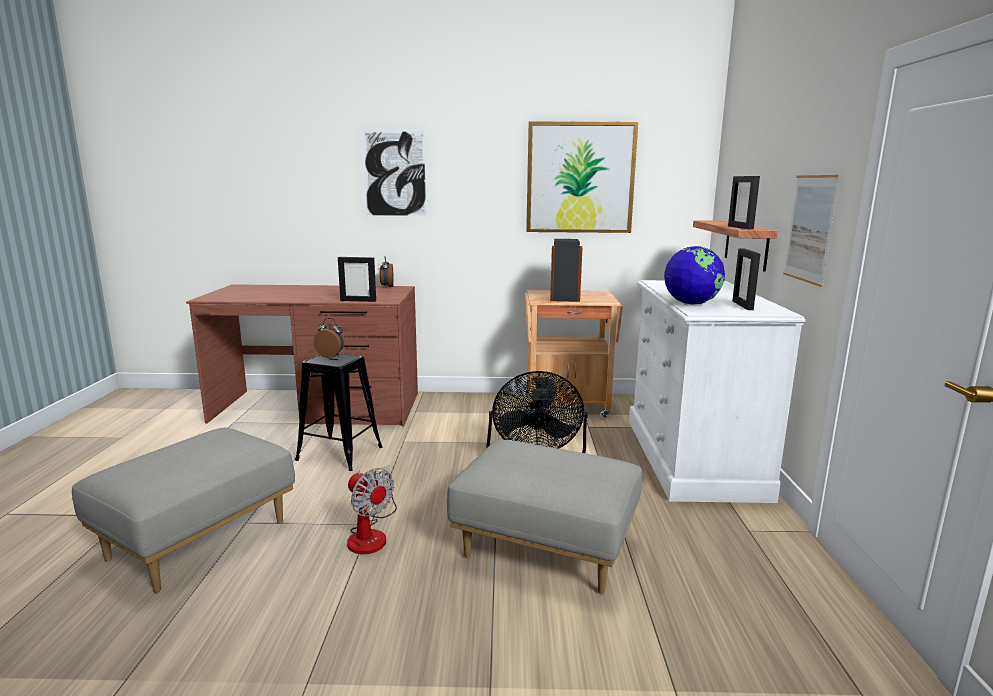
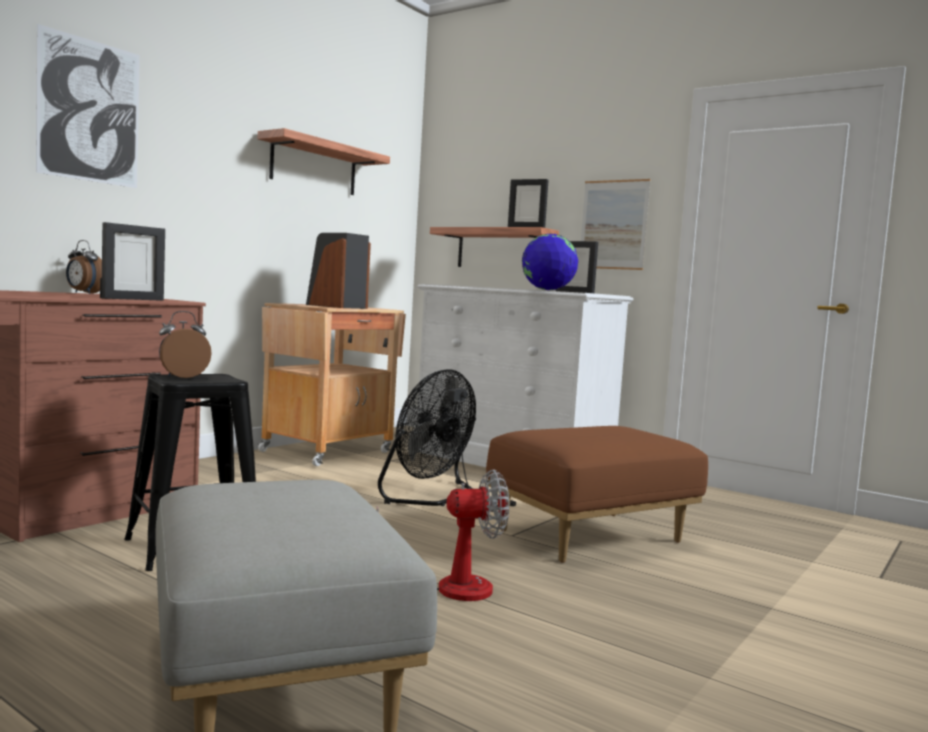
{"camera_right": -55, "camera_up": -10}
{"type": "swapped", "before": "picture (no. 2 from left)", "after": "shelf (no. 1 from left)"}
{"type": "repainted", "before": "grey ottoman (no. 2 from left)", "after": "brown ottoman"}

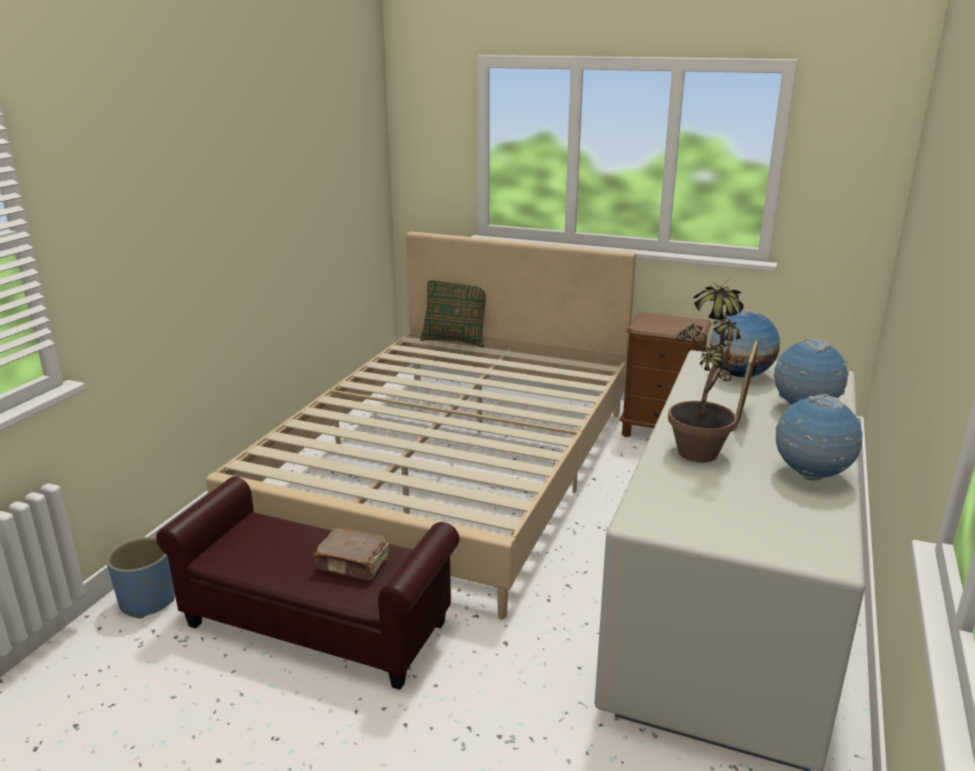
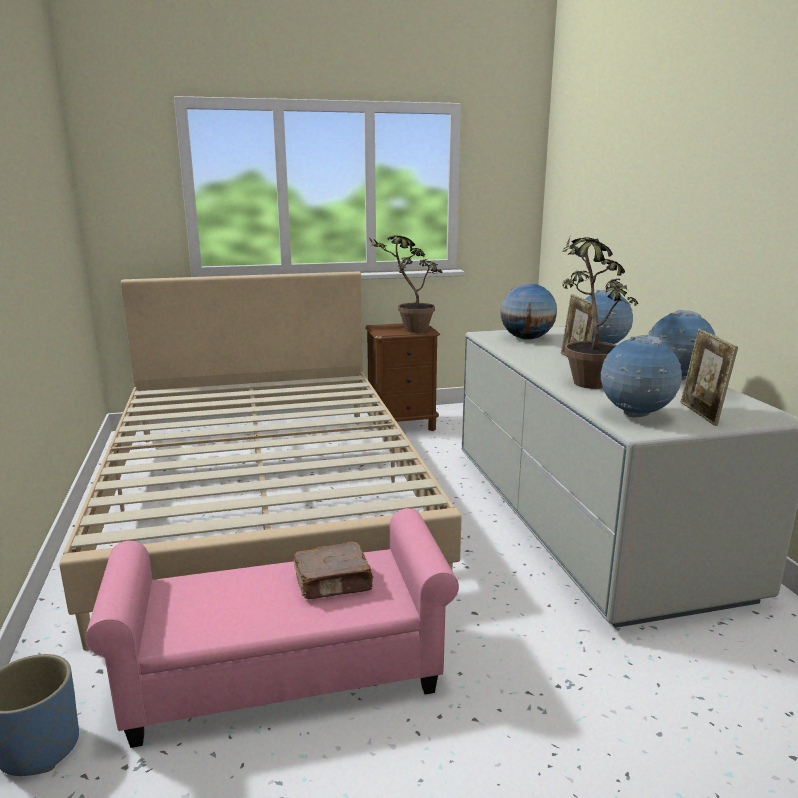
{"camera_right": -35, "camera_up": -5}
{"type": "gone", "before": "green pillow"}
{"type": "new", "after": "potted plant (no. 1 from left)"}
{"type": "new", "after": "globe (no. 3 from left)"}
{"type": "new", "after": "picture frame (no. 2 from left)"}
{"type": "repainted", "before": "brown ottoman", "after": "pink ottoman"}

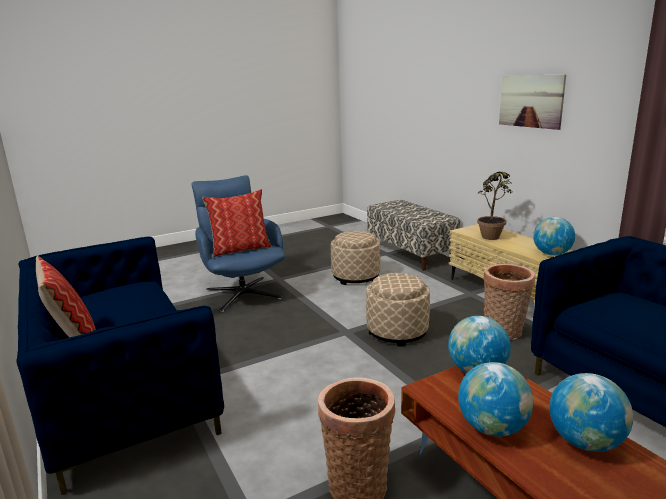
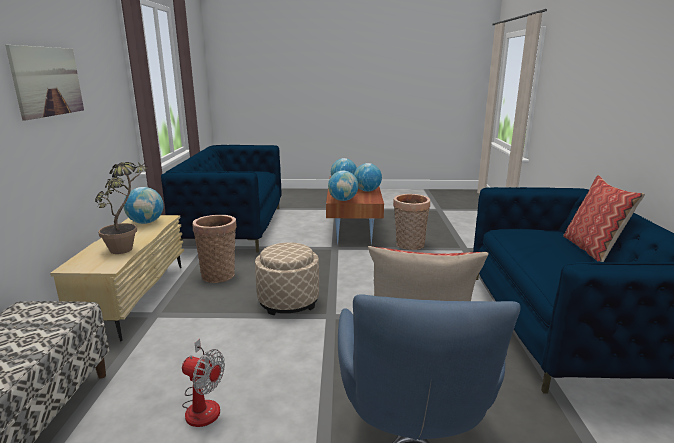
{"camera_right": -150, "camera_up": 0}
{"type": "swapped", "before": "beige ottoman (no. 1 from left)", "after": "fan"}

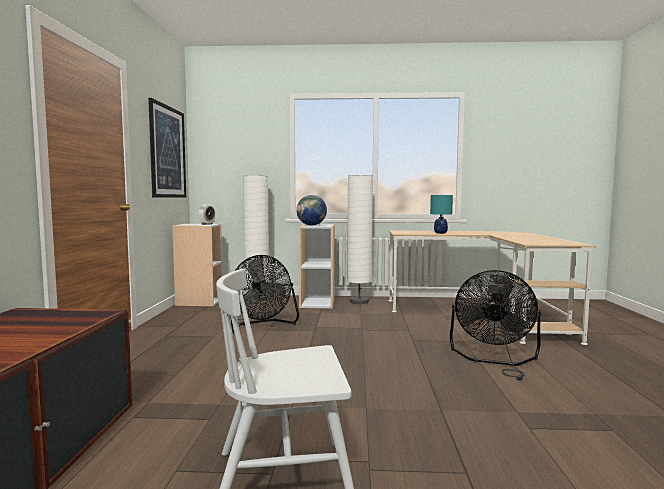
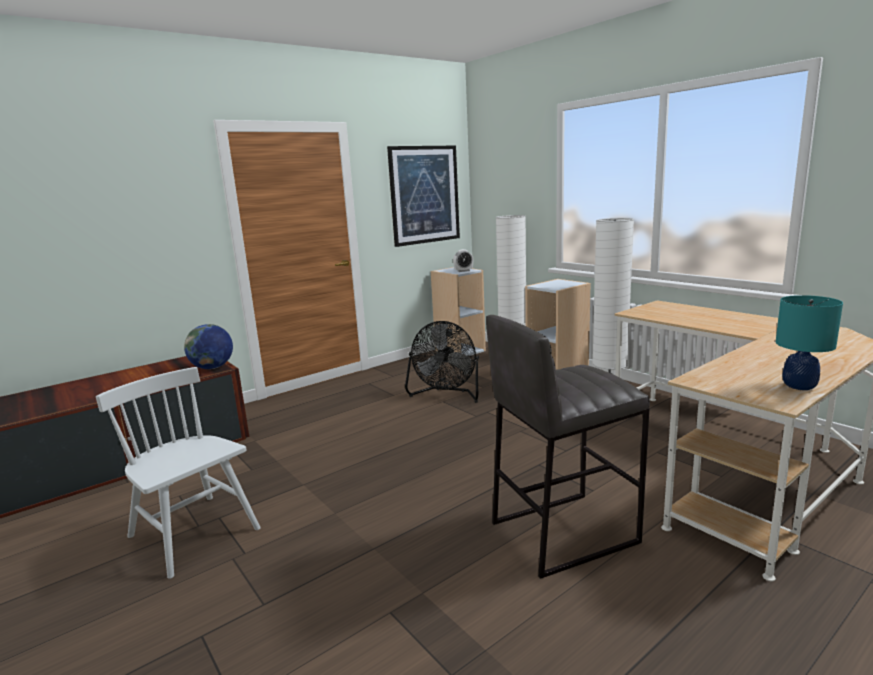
{"camera_right": 50, "camera_up": 10}
{"type": "shifted", "before": "globe"}
{"type": "shifted", "before": "turquoise table lamp"}
{"type": "swapped", "before": "black fan (no. 2 from left)", "after": "grey stool"}

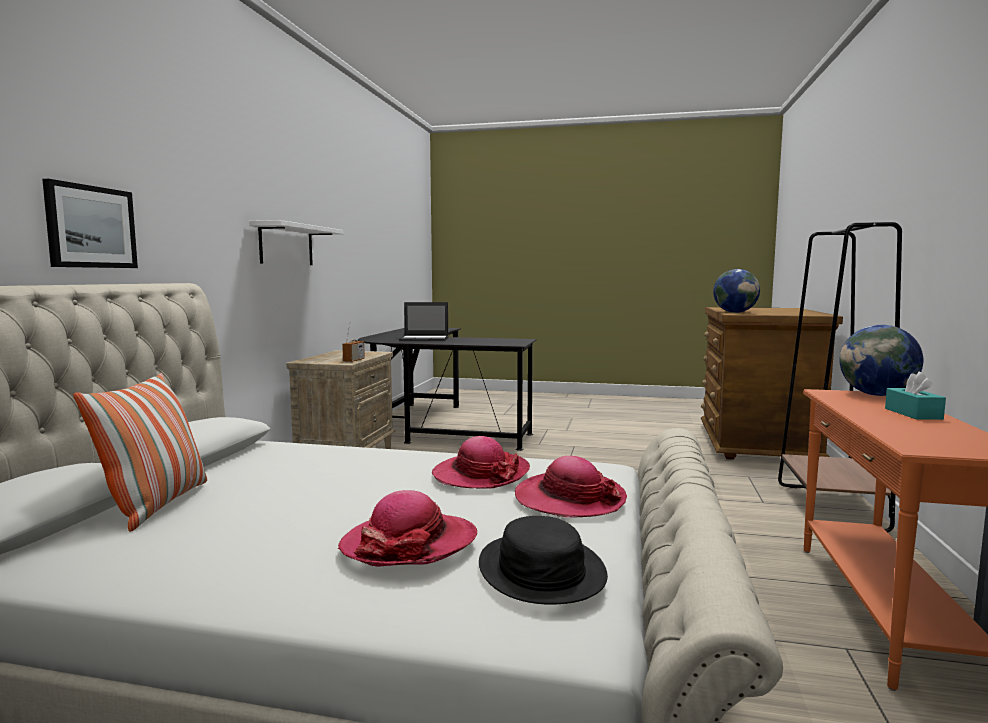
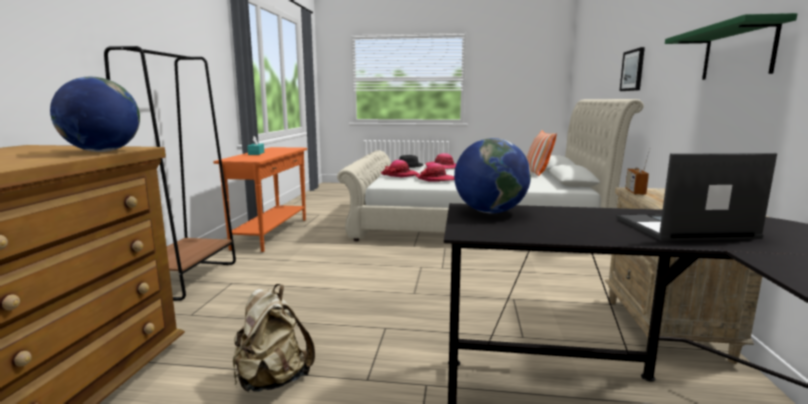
{"camera_right": 175, "camera_up": 5}
{"type": "new", "after": "beige backpack"}
{"type": "shifted", "before": "globe (no. 2 from left)"}
{"type": "repainted", "before": "white shelf", "after": "green shelf"}

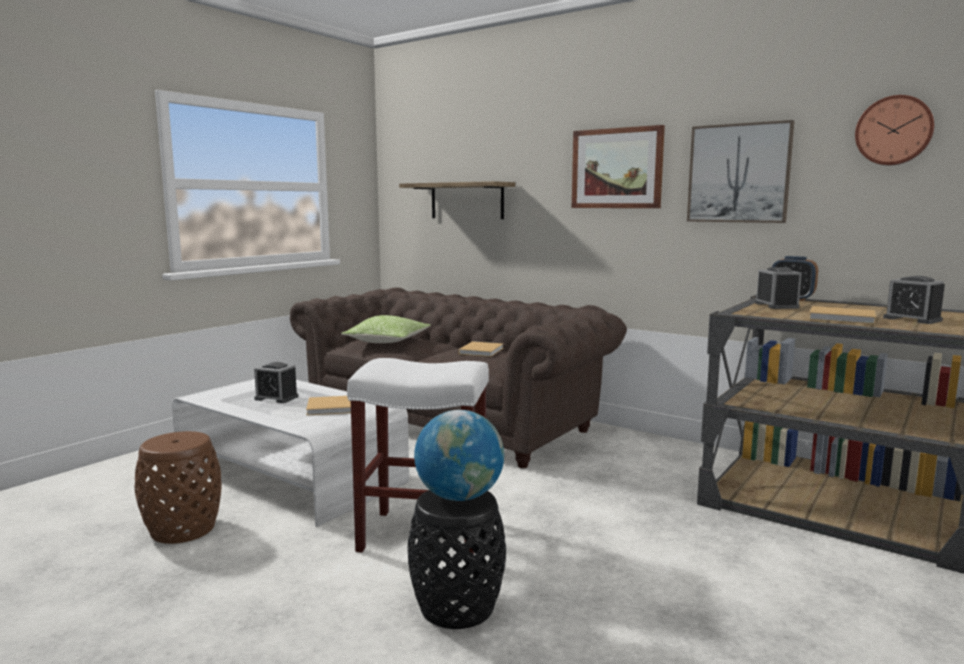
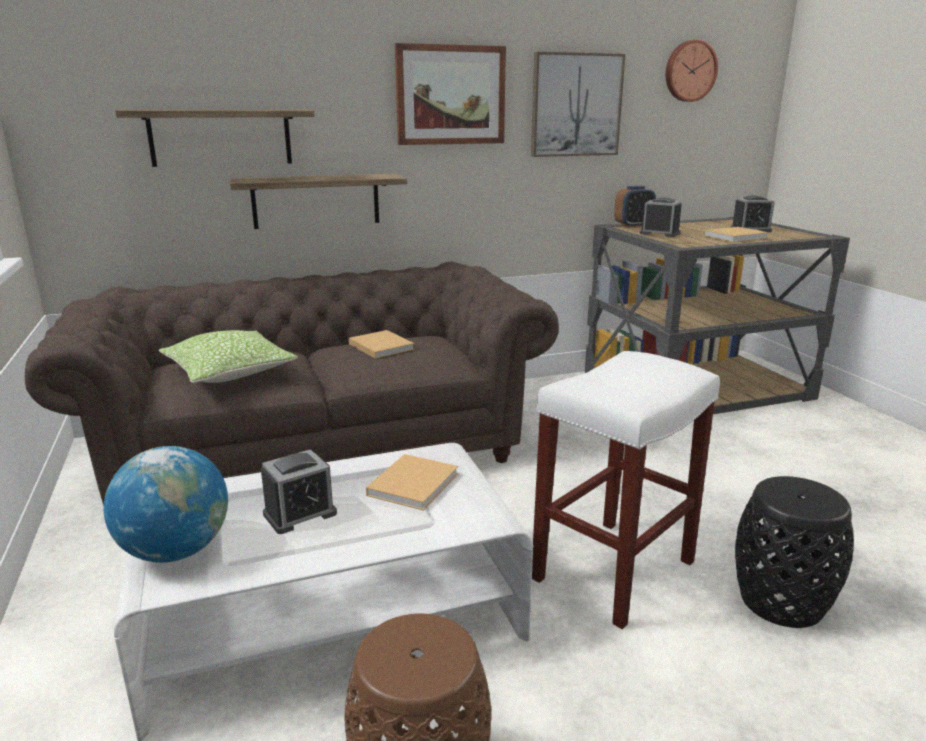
{"camera_right": -55, "camera_up": 10}
{"type": "new", "after": "shelf (no. 2 from left)"}
{"type": "shifted", "before": "globe"}

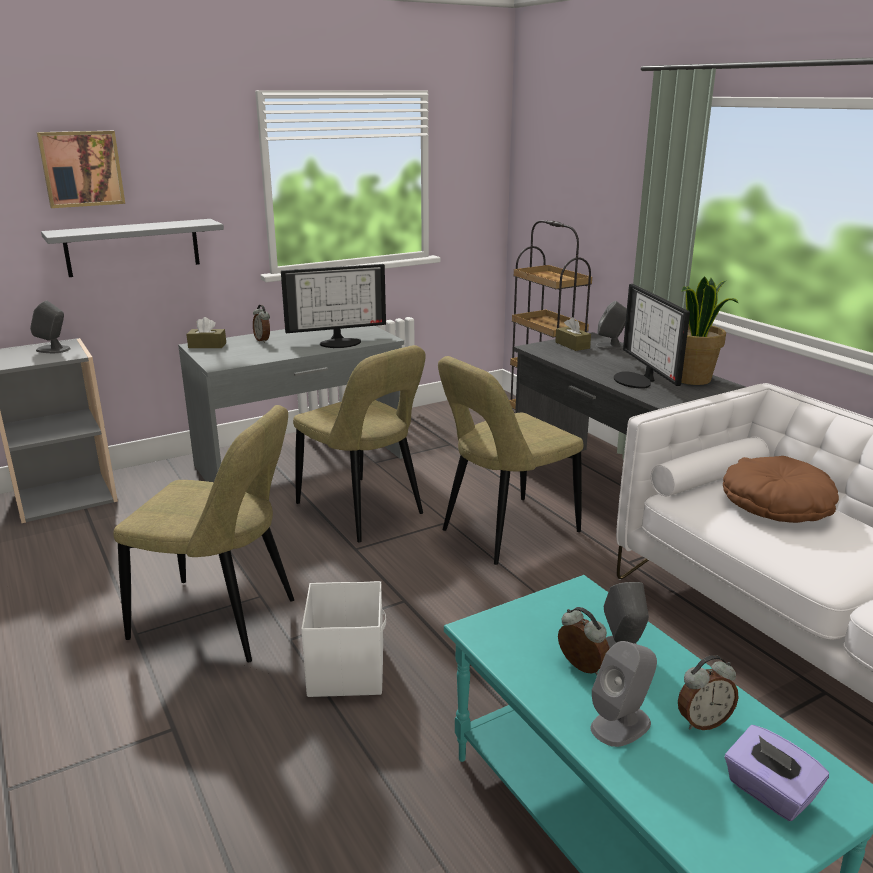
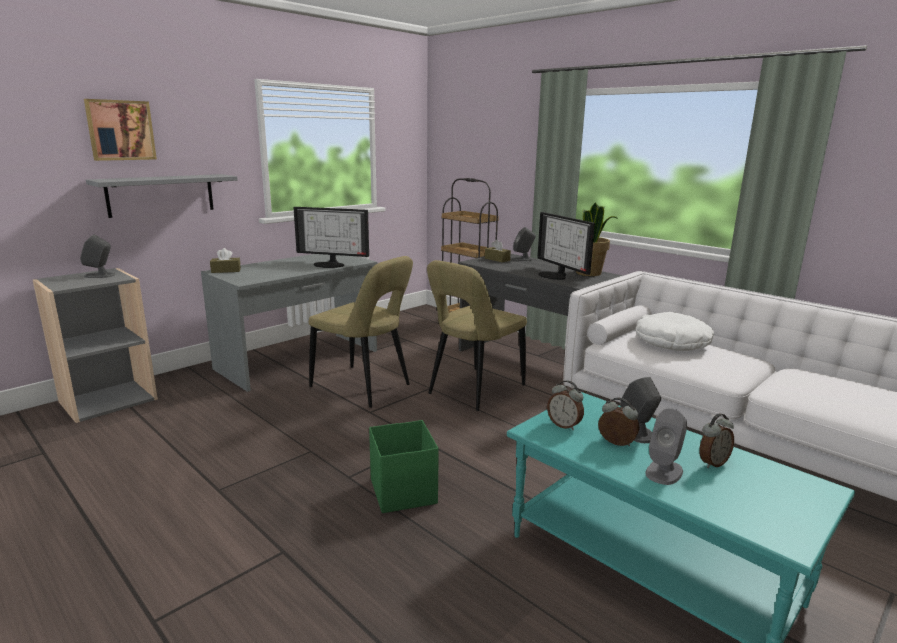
{"camera_right": -15, "camera_up": -5}
{"type": "gone", "before": "beige chair (no. 1 from left)"}
{"type": "gone", "before": "purple tissue box"}
{"type": "shifted", "before": "alarm clock (no. 1 from left)"}
{"type": "repainted", "before": "white storage box", "after": "green storage box"}
{"type": "repainted", "before": "brown pillow", "after": "white pillow"}
{"type": "rotated", "before": "monitor (no. 1 from left)", "turn": 45}

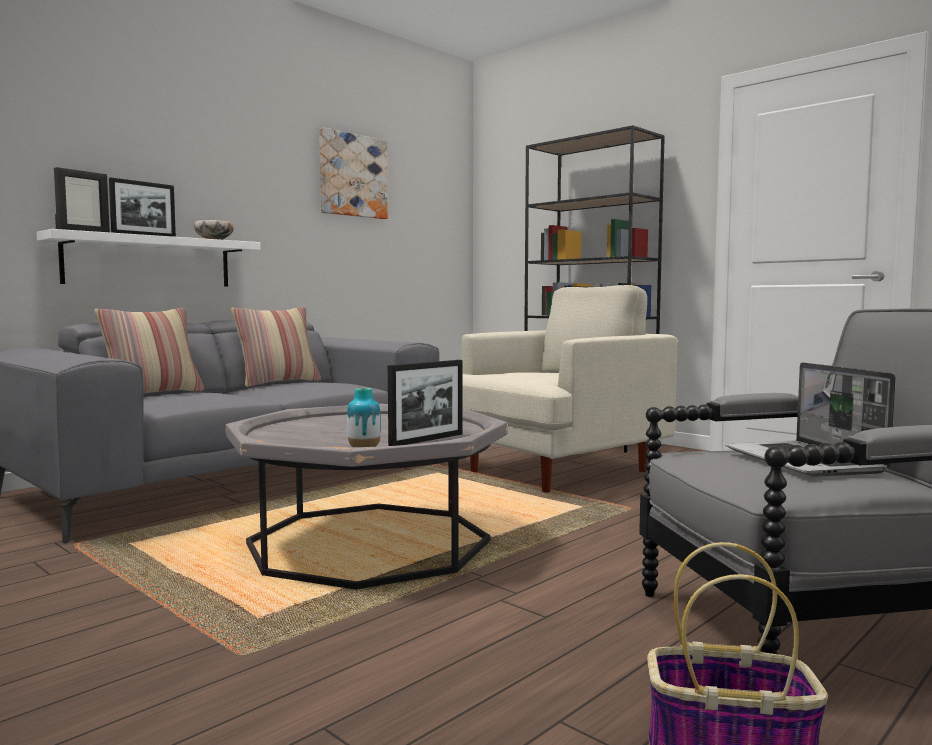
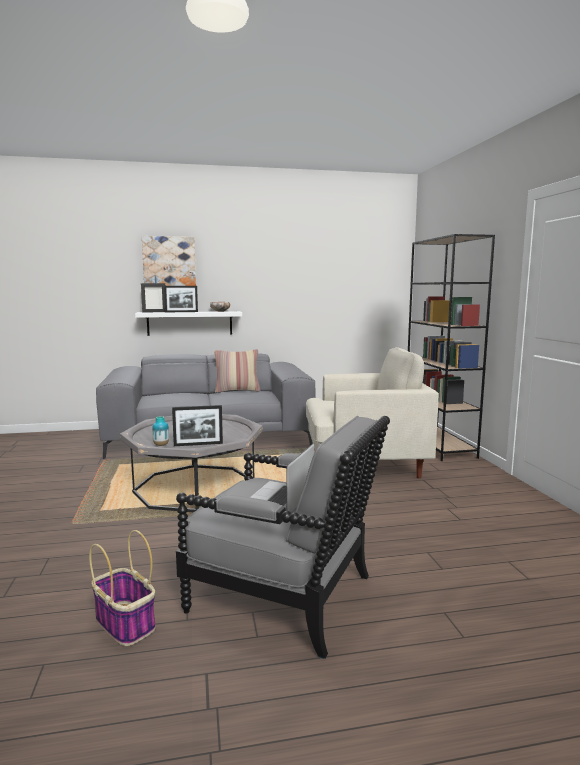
{"camera_right": 35, "camera_up": 5}
{"type": "gone", "before": "pillow (no. 1 from left)"}
{"type": "shifted", "before": "picture"}

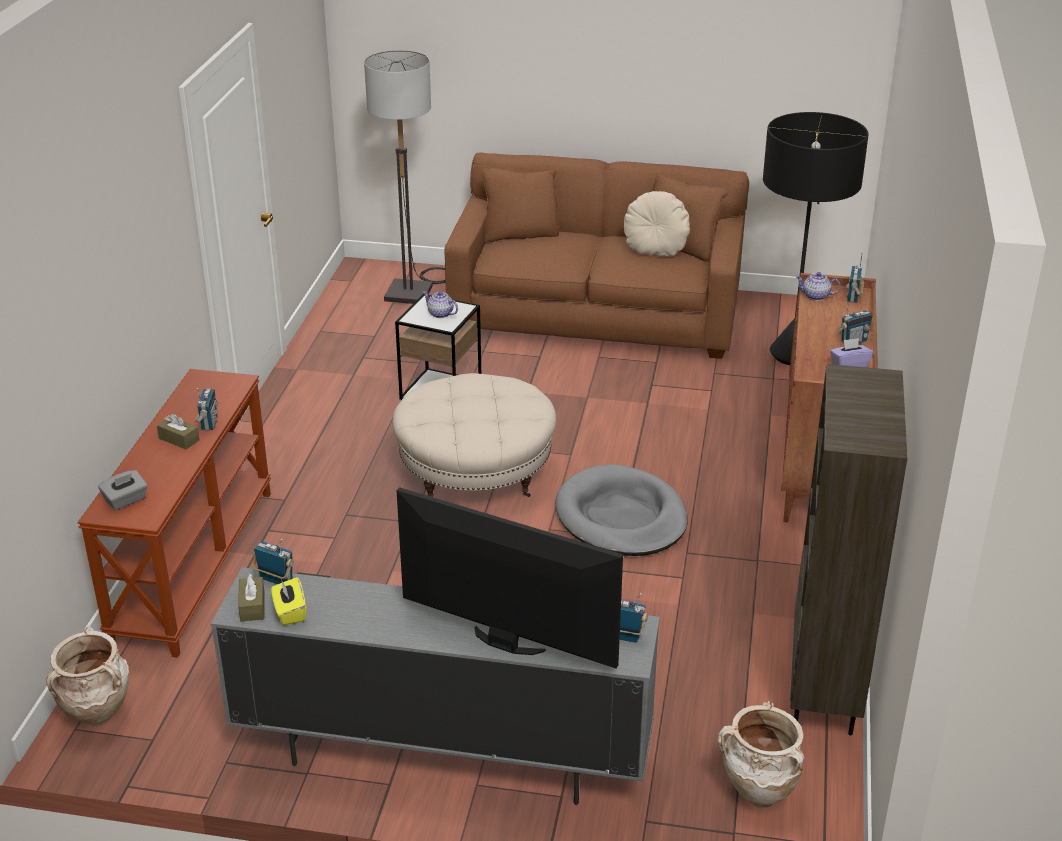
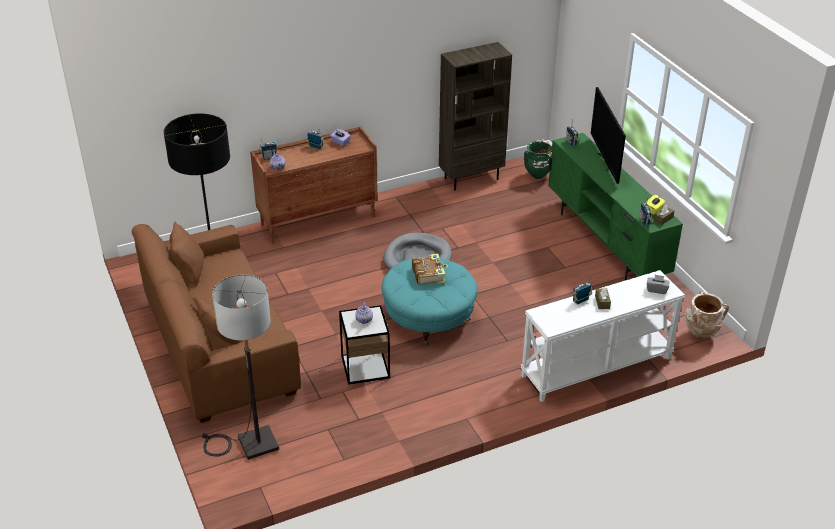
{"camera_right": -125, "camera_up": 5}
{"type": "gone", "before": "beige pillow"}
{"type": "new", "after": "book"}
{"type": "repainted", "before": "brown console table", "after": "white console table"}
{"type": "repainted", "before": "grey tv stand", "after": "green tv stand"}
{"type": "repainted", "before": "beige ottoman", "after": "turquoise ottoman"}
{"type": "repainted", "before": "beige vase (no. 2 from left)", "after": "green vase"}

